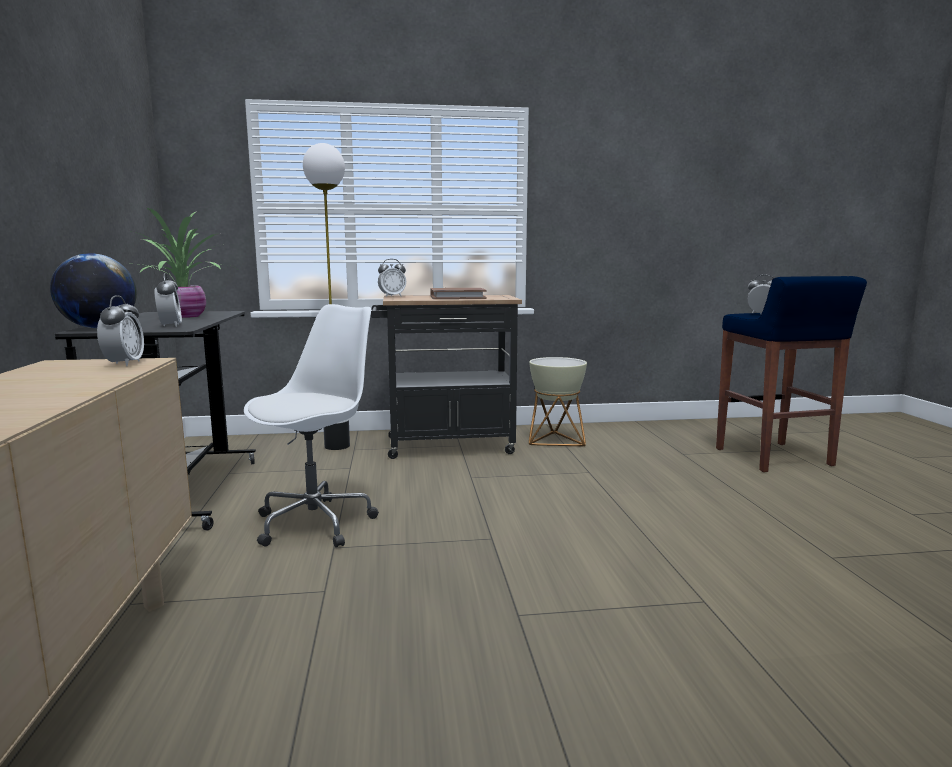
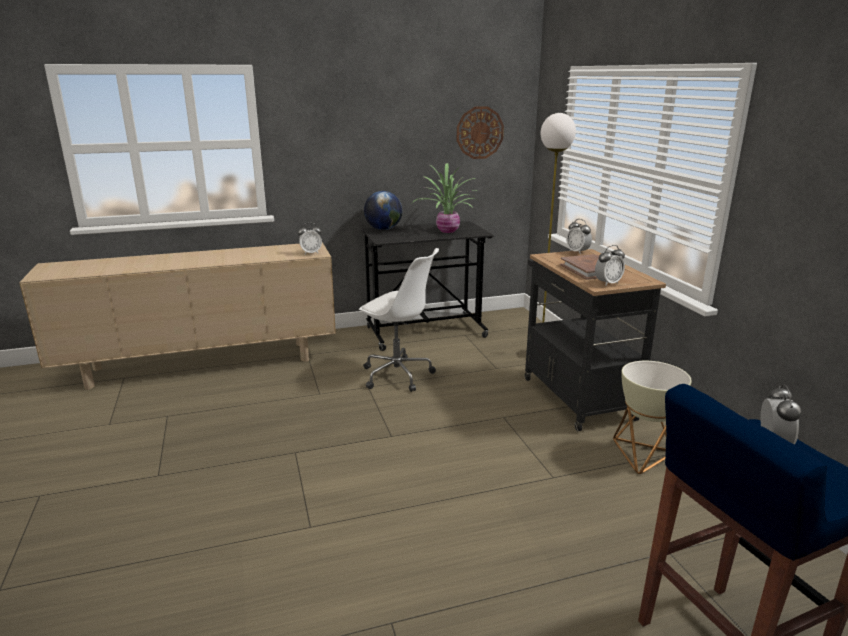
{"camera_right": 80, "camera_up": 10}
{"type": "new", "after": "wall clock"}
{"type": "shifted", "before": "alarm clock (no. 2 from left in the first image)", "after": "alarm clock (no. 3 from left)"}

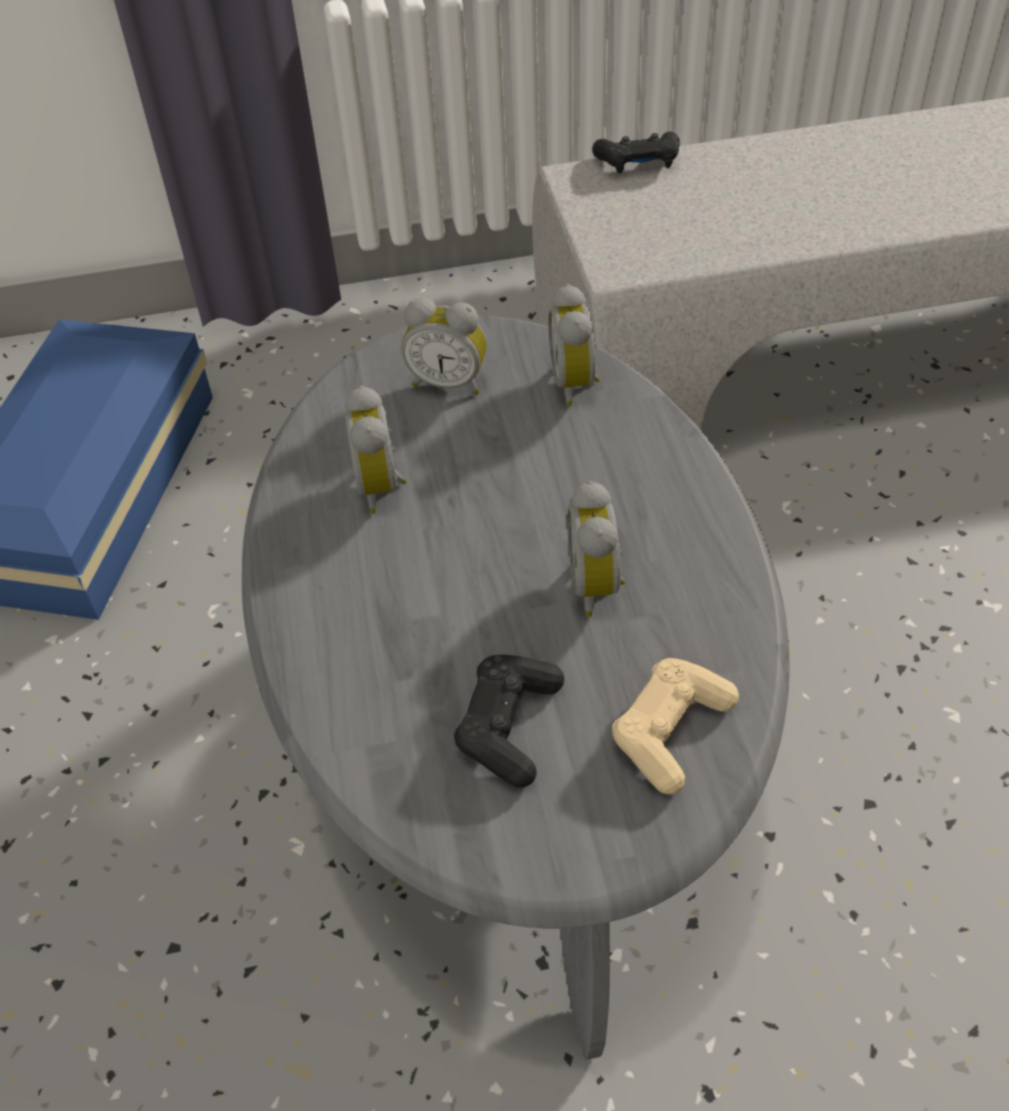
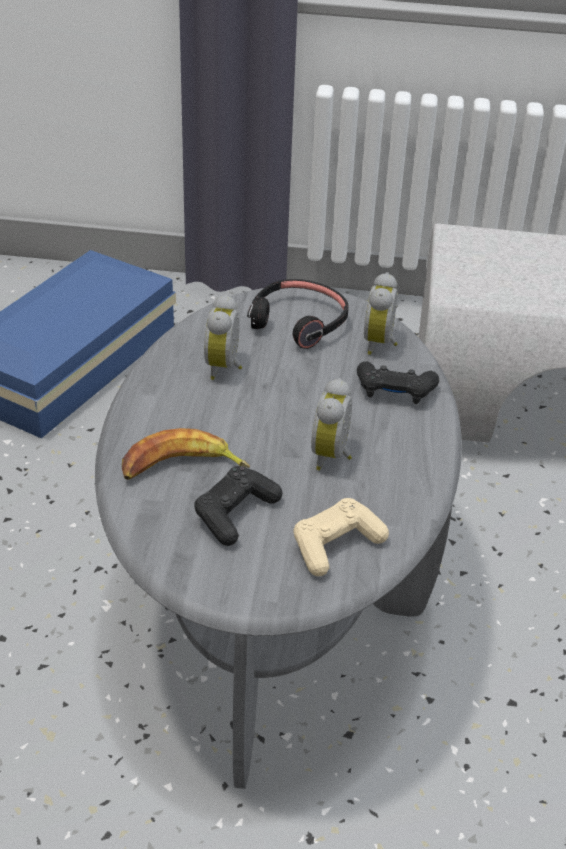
{"camera_right": 15, "camera_up": -10}
{"type": "new", "after": "banana"}
{"type": "shifted", "before": "black game controller (no. 2 from left)"}
{"type": "swapped", "before": "alarm clock (no. 2 from left)", "after": "black headphones"}

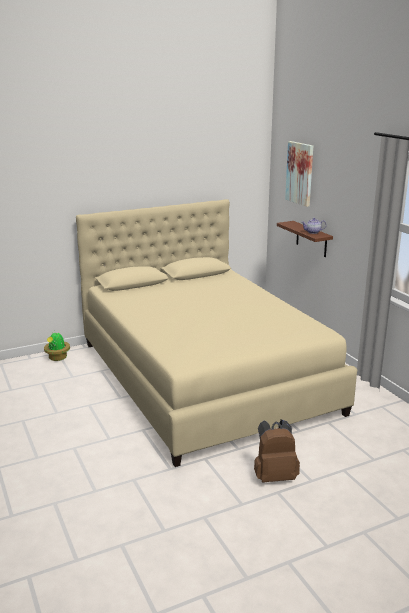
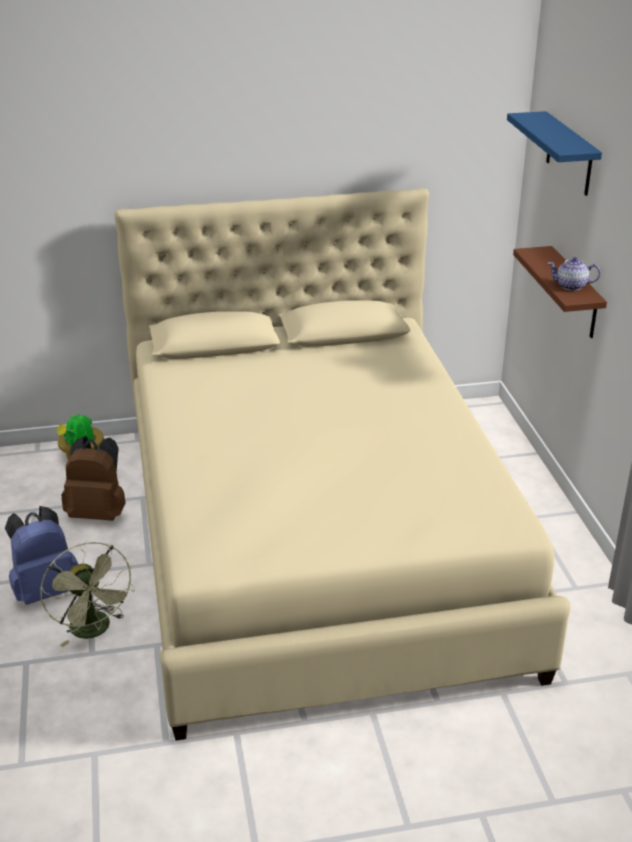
{"camera_right": 15, "camera_up": 10}
{"type": "new", "after": "blue backpack"}
{"type": "new", "after": "green fan"}
{"type": "shifted", "before": "brown backpack"}
{"type": "swapped", "before": "picture", "after": "blue shelf"}

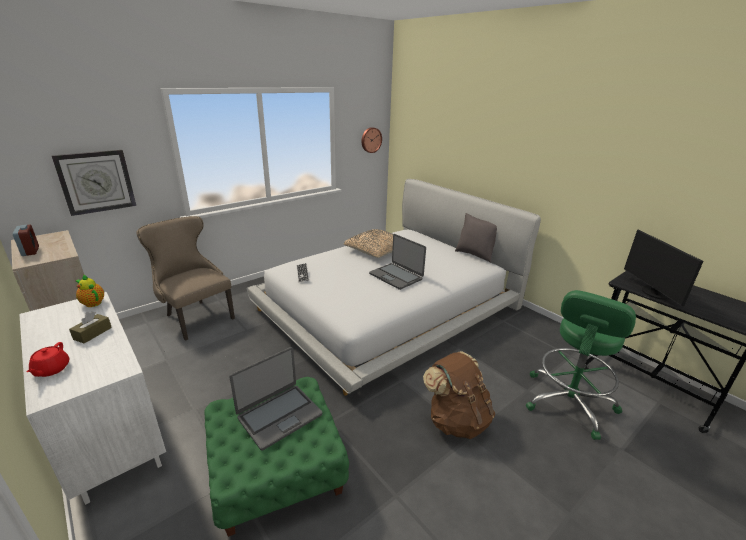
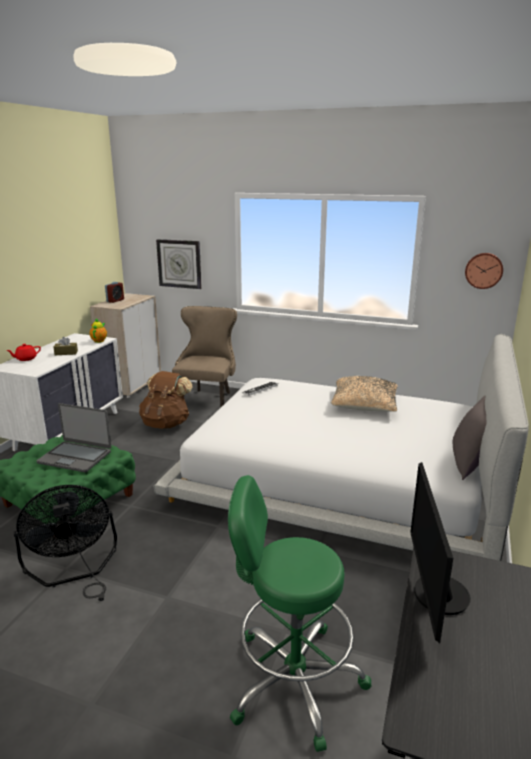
{"camera_right": 60, "camera_up": -5}
{"type": "gone", "before": "laptop (no. 2 from left)"}
{"type": "new", "after": "black fan"}
{"type": "shifted", "before": "brown backpack"}
{"type": "rotated", "before": "monitor", "turn": -45}

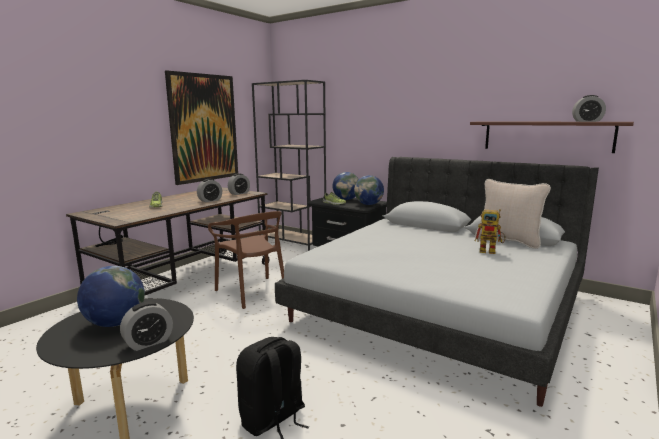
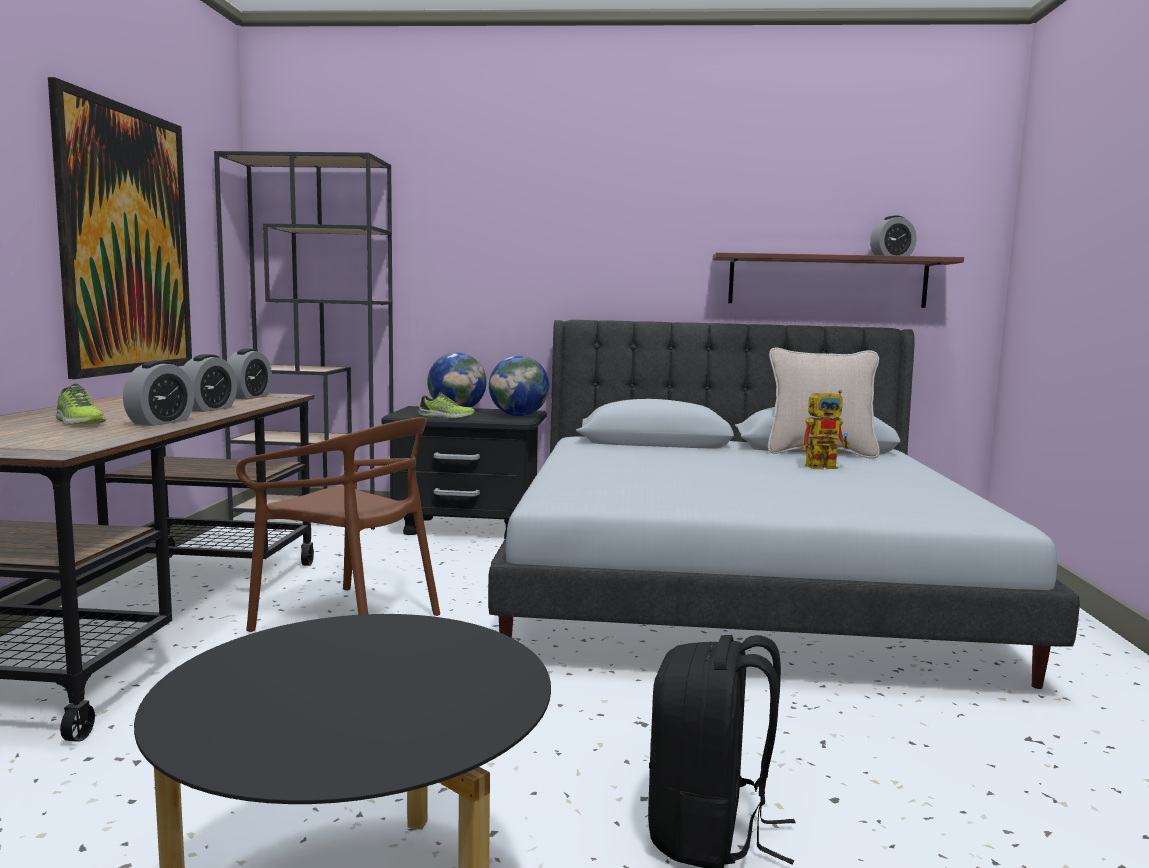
{"camera_right": -30, "camera_up": -5}
{"type": "gone", "before": "globe (no. 1 from left)"}
{"type": "shifted", "before": "alarm clock (no. 1 from left)"}

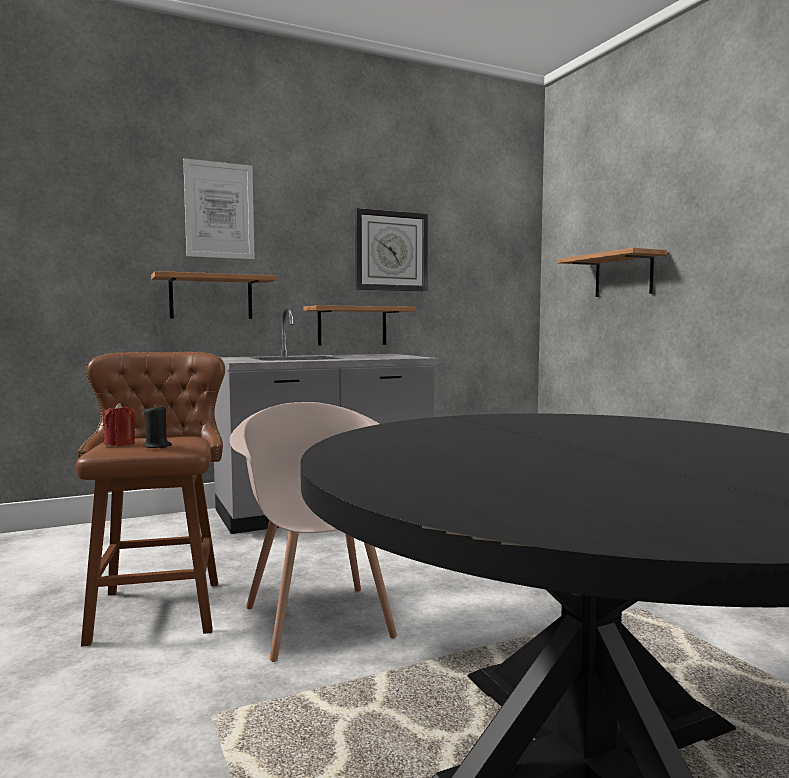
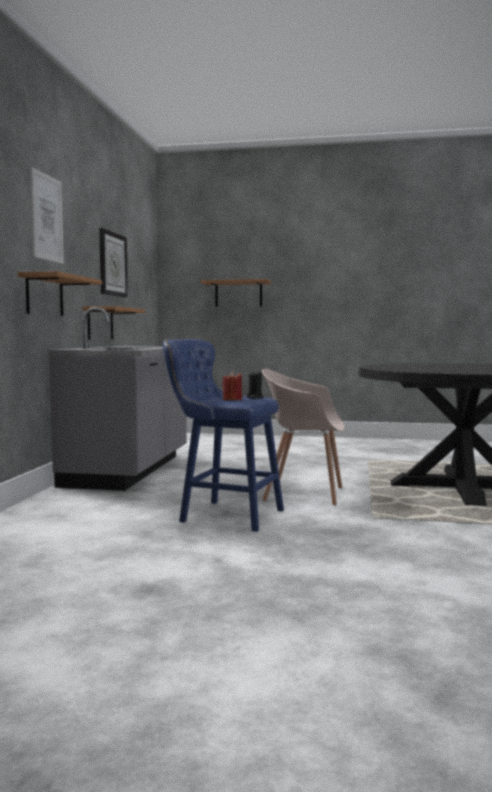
{"camera_right": -55, "camera_up": 0}
{"type": "repainted", "before": "brown stool", "after": "blue stool"}

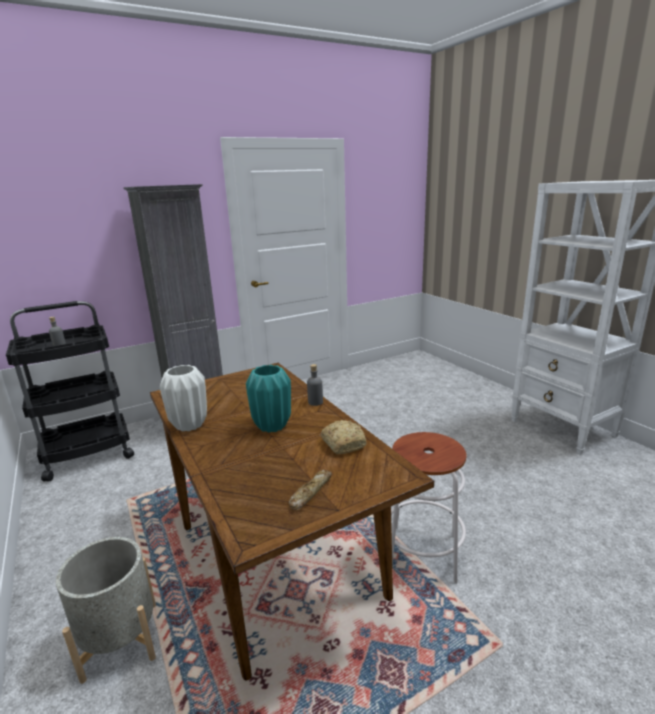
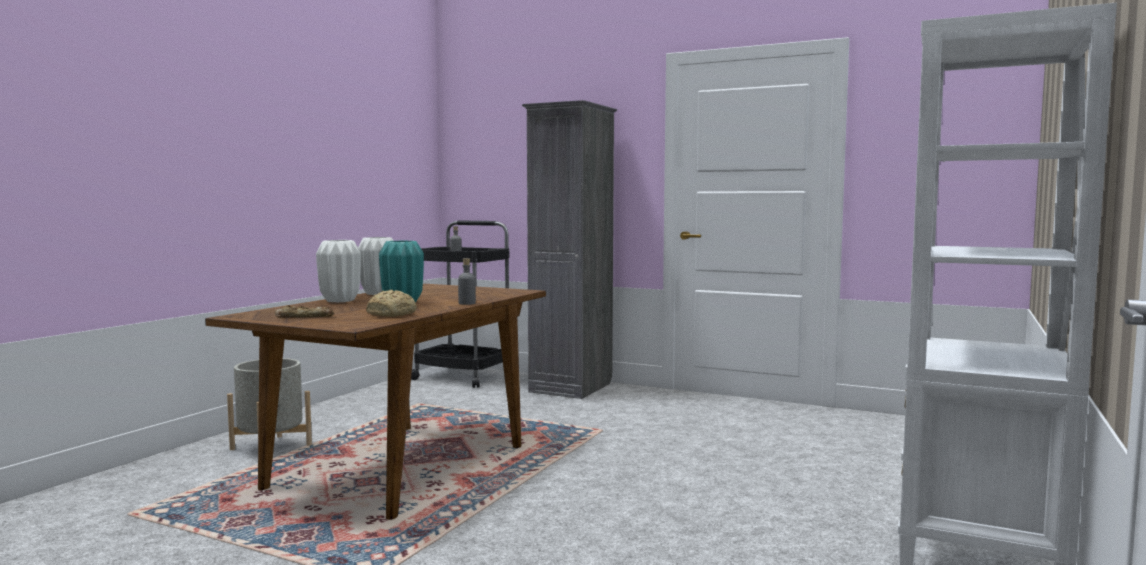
{"camera_right": 55, "camera_up": -15}
{"type": "gone", "before": "white stool"}
{"type": "new", "after": "white vase (no. 1 from left)"}

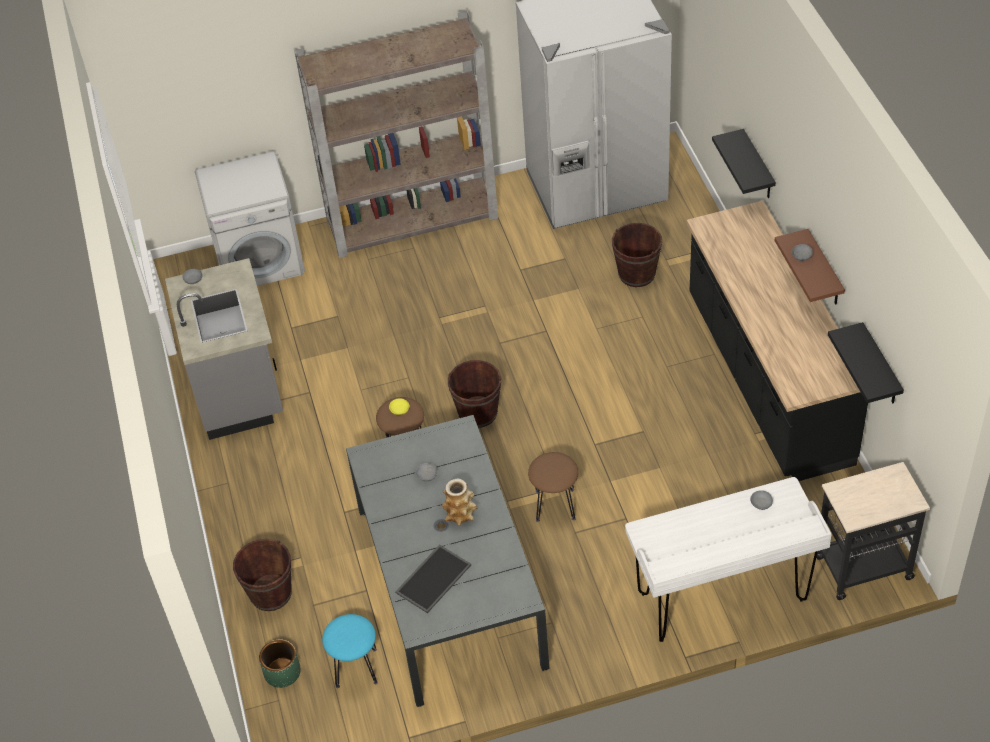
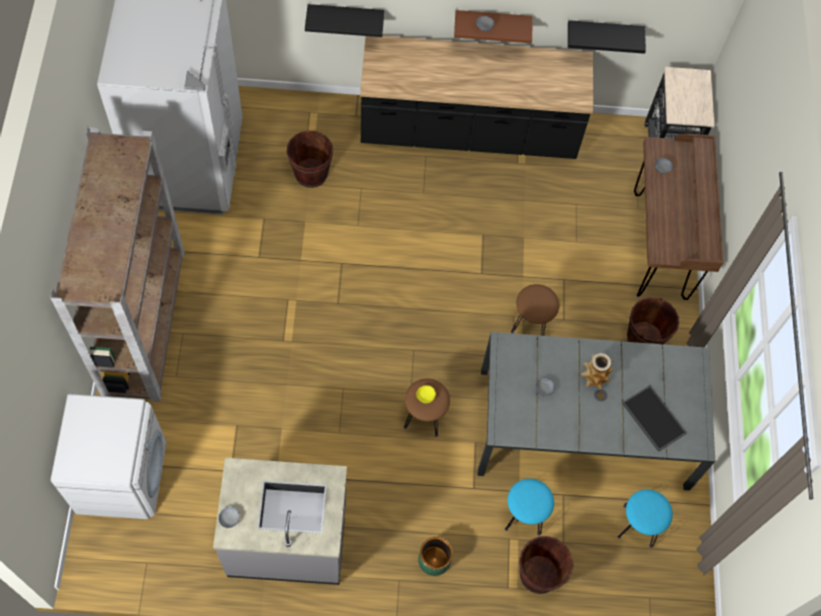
{"camera_right": -80, "camera_up": 15}
{"type": "new", "after": "turquoise stool (no. 1 from left)"}
{"type": "shifted", "before": "green planter"}
{"type": "shifted", "before": "brown bucket (no. 2 from left in the first image)", "after": "brown bucket (no. 3 from left)"}
{"type": "repainted", "before": "white desk", "after": "brown desk"}

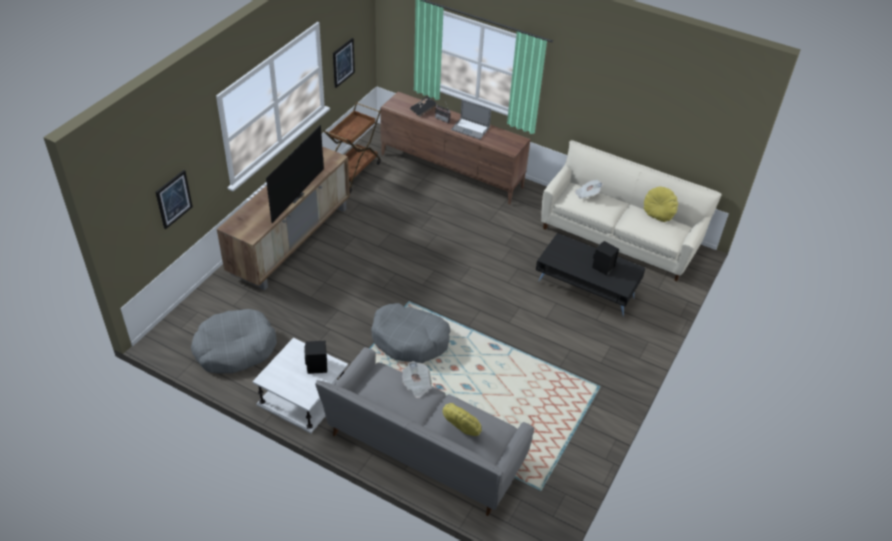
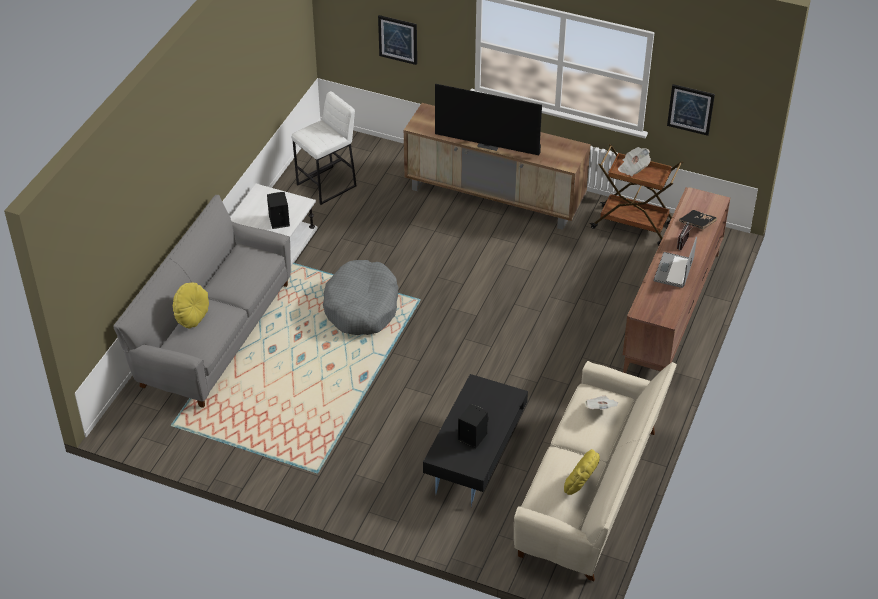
{"camera_right": 85, "camera_up": 0}
{"type": "shifted", "before": "newspaper (no. 1 from left in the first image)", "after": "newspaper (no. 2 from left)"}
{"type": "swapped", "before": "grey dog bed (no. 1 from left)", "after": "white stool"}

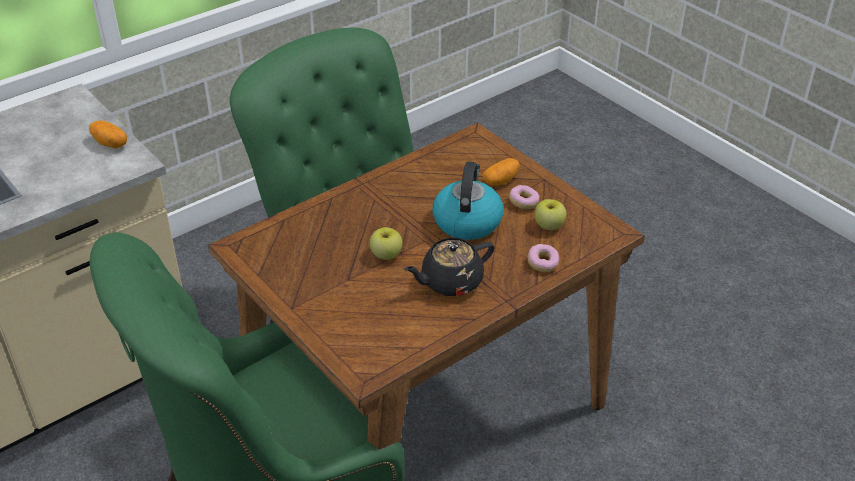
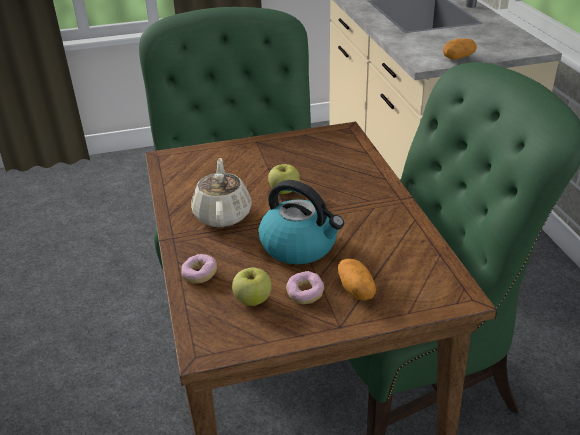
{"camera_right": 115, "camera_up": -5}
{"type": "repainted", "before": "black teapot", "after": "beige teapot"}

